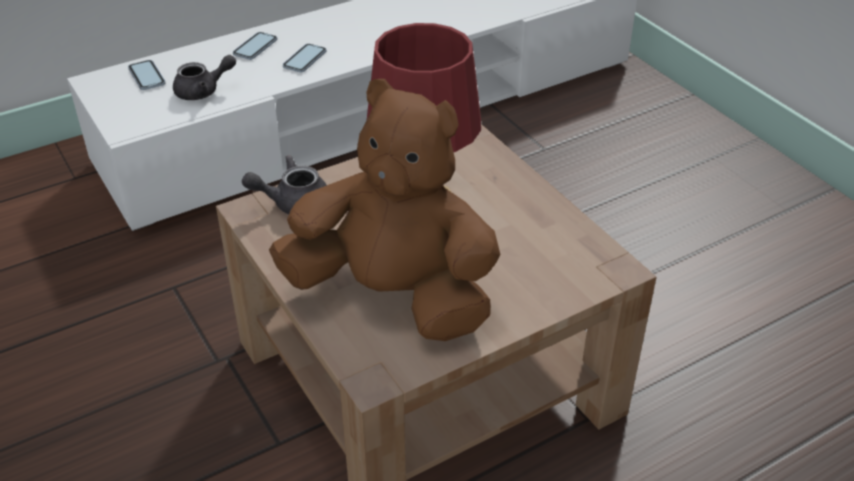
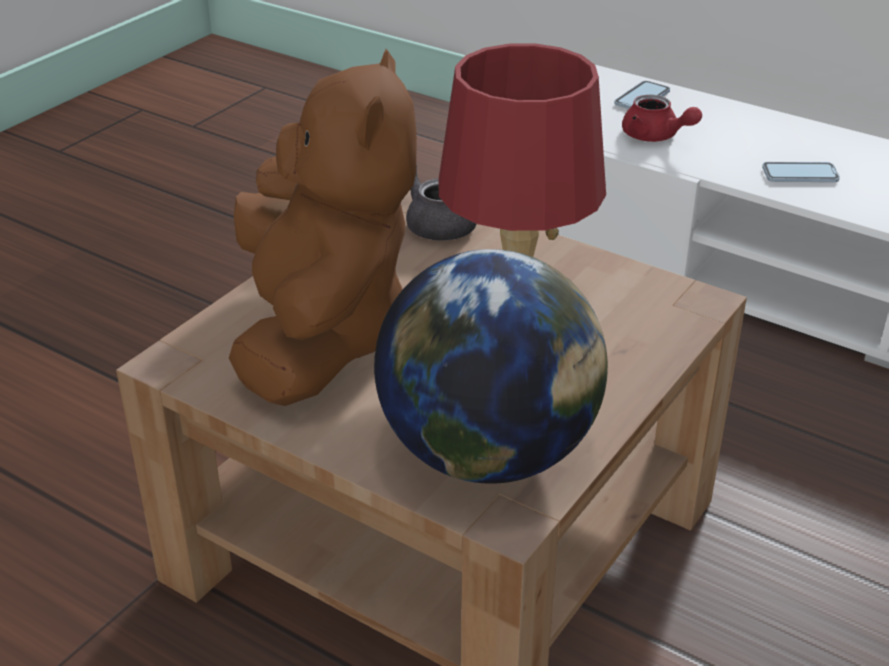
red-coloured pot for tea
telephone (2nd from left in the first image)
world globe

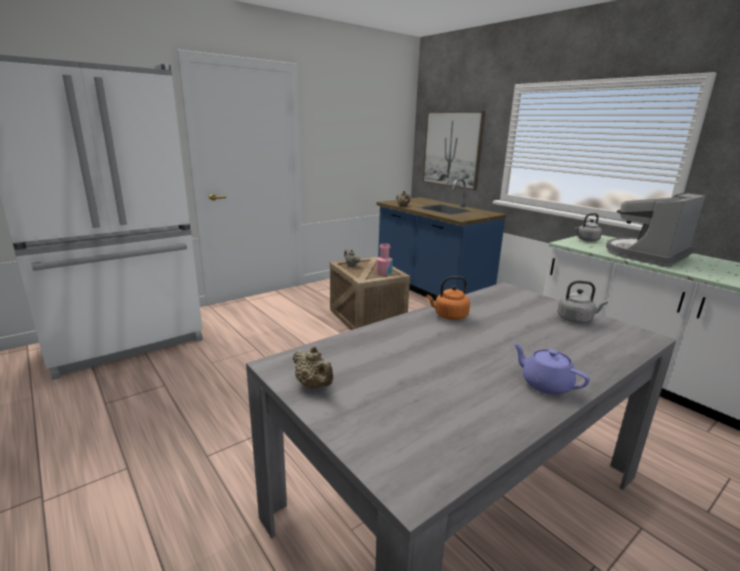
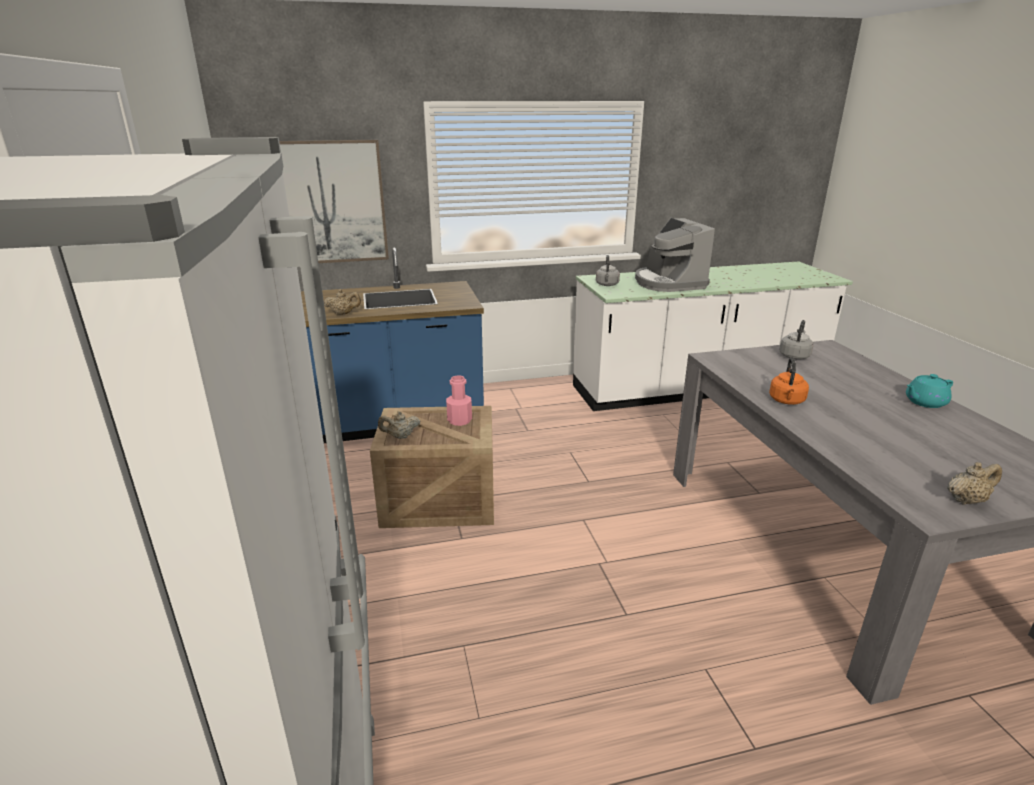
turquoise pot for tea

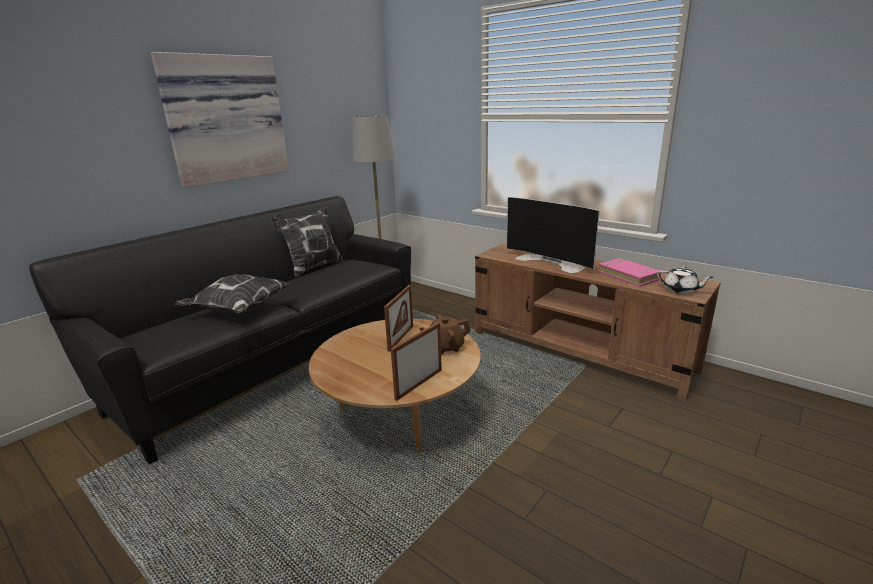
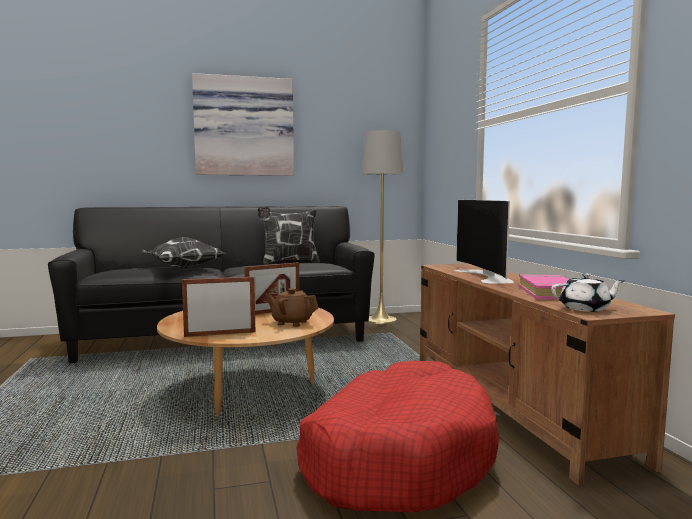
white-coloured pot for tea
red-coloured dog bed

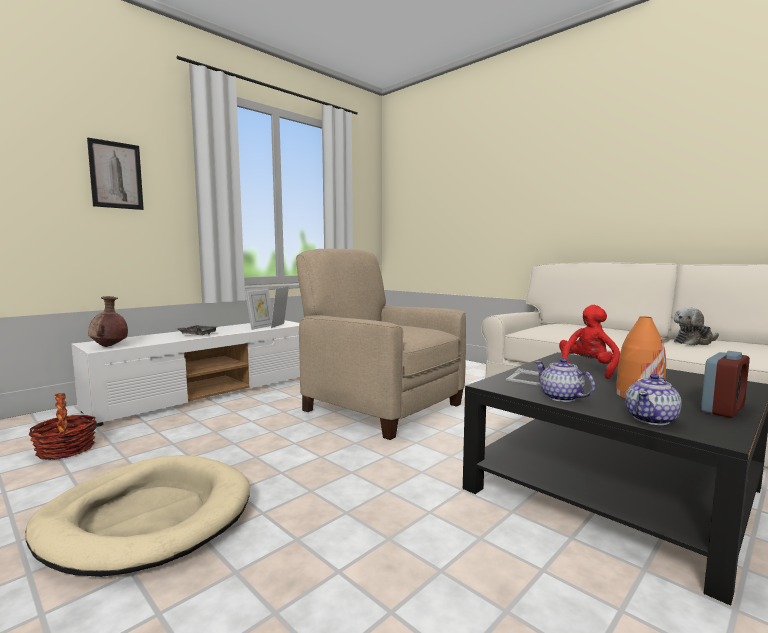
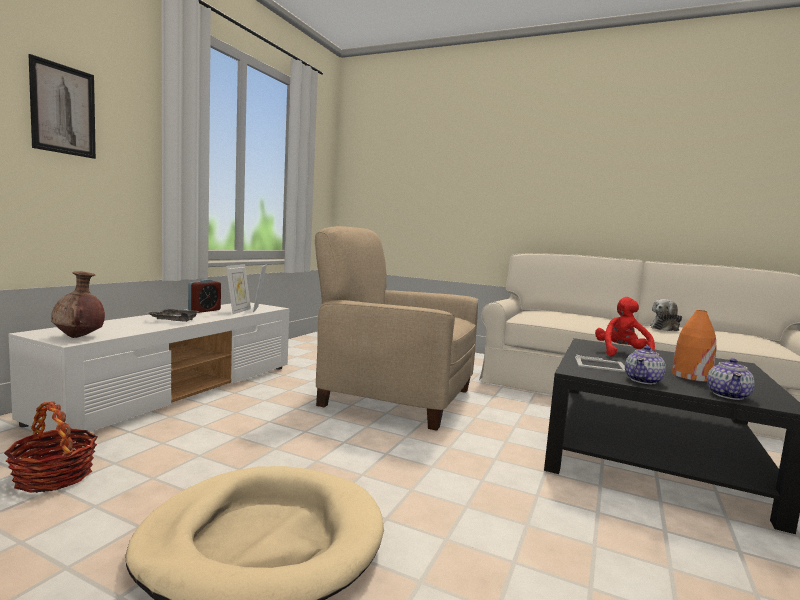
pot for tea (1st from left)
table clock

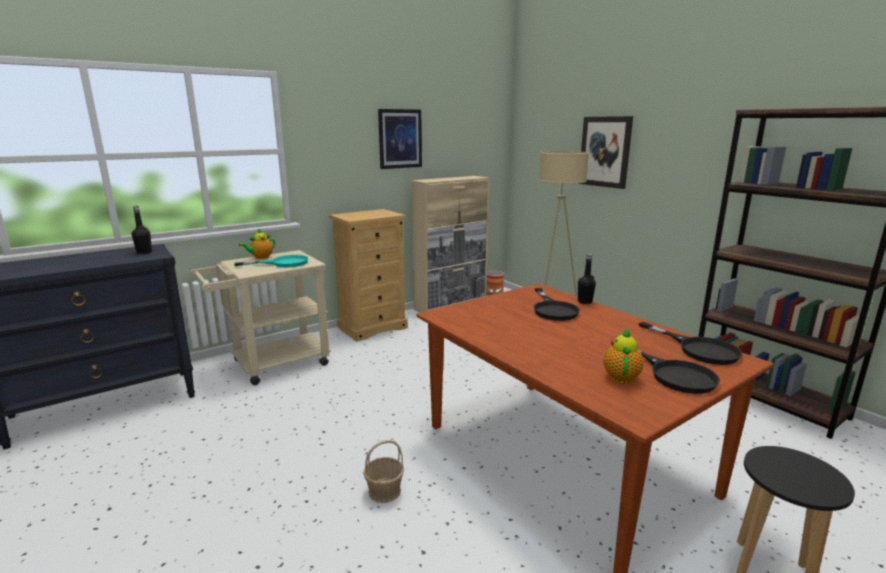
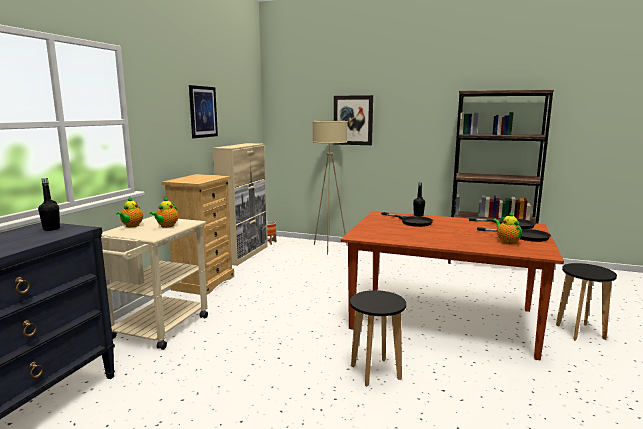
pot for tea (2nd from left)
black-coloured stool seat (1st from left)

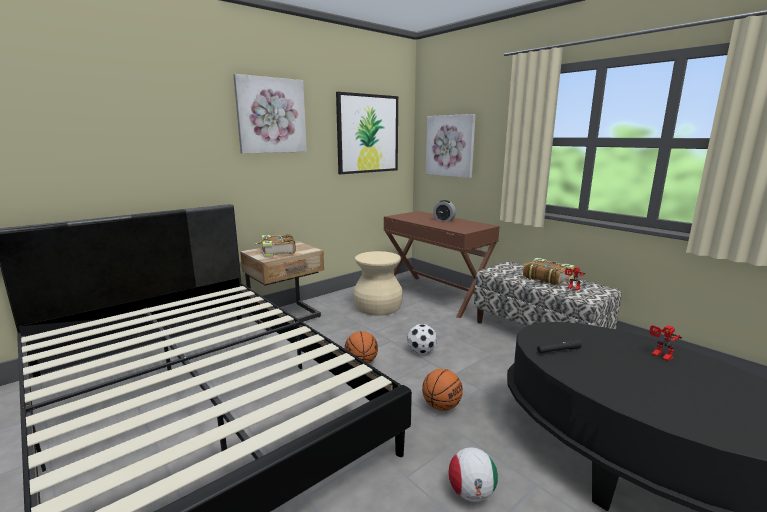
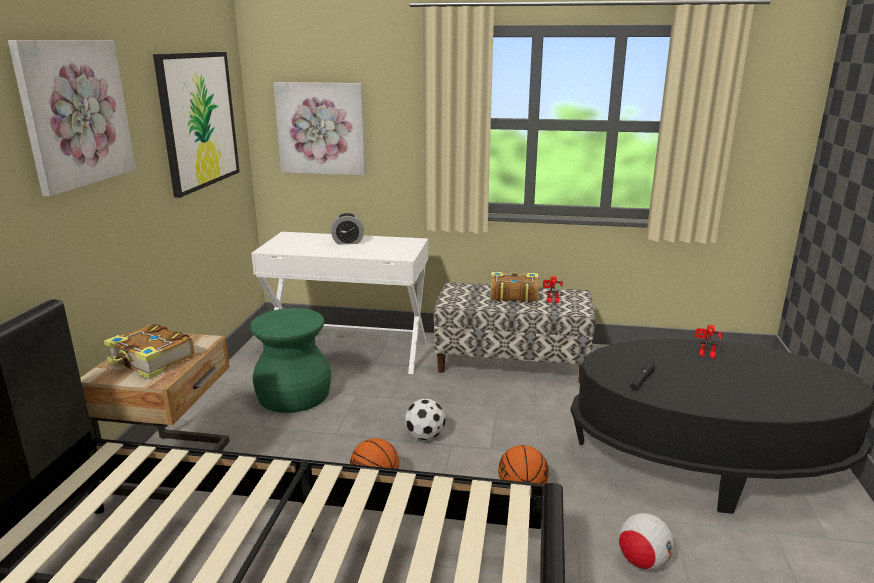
greenish stool seat
white-coloured desk table

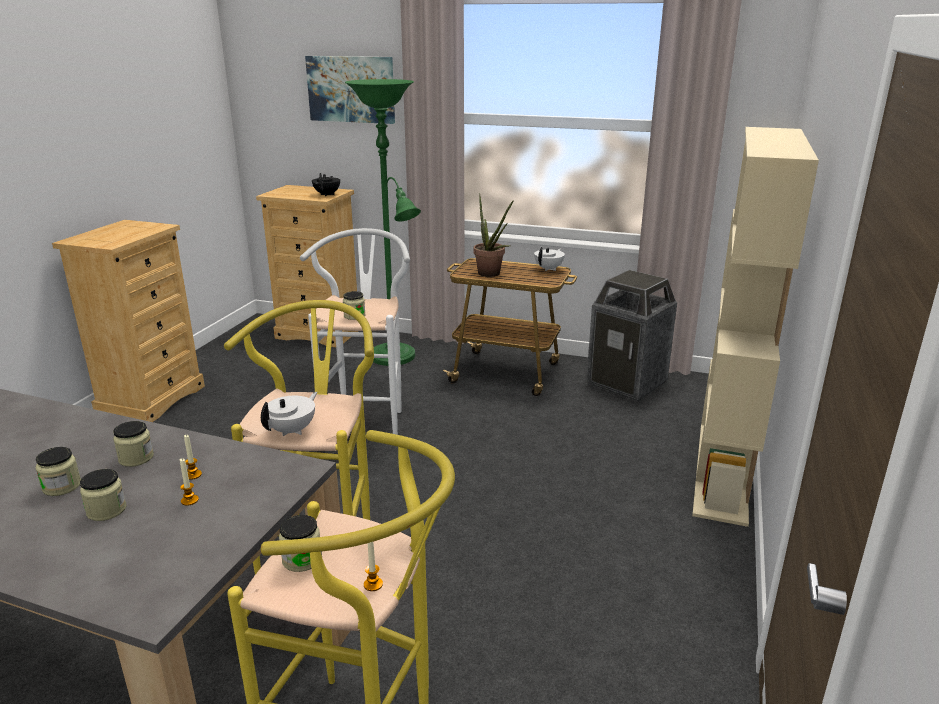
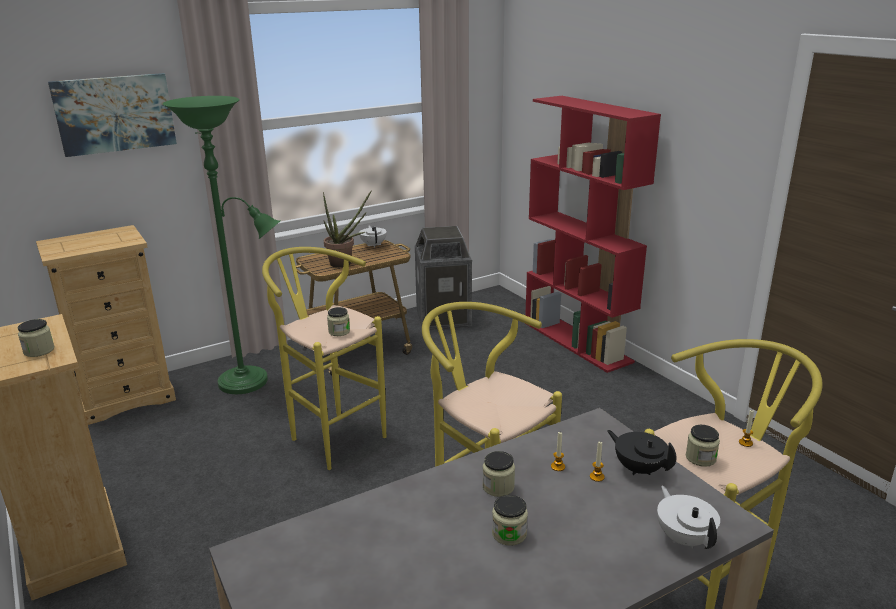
jar (1st from left)
white-coloured pot for tea (2nd from left)
yellowish stool seat (1st from left)
black-coloured pot for tea
red-coloured shelving unit

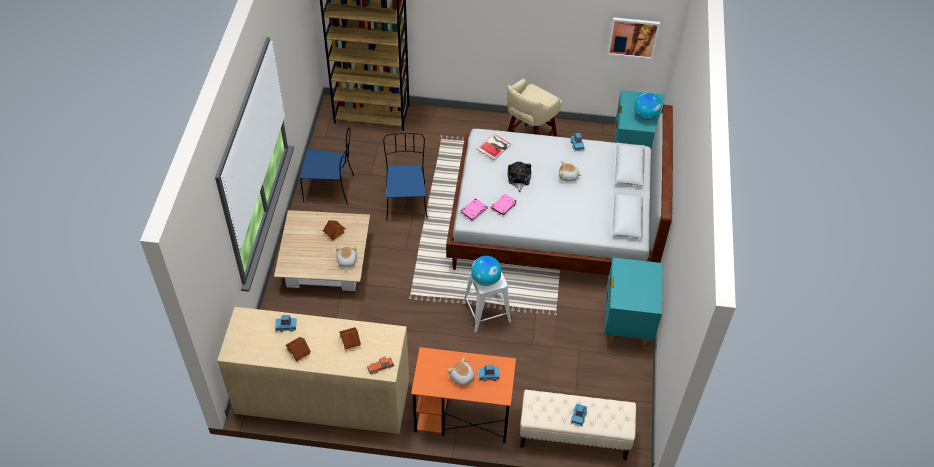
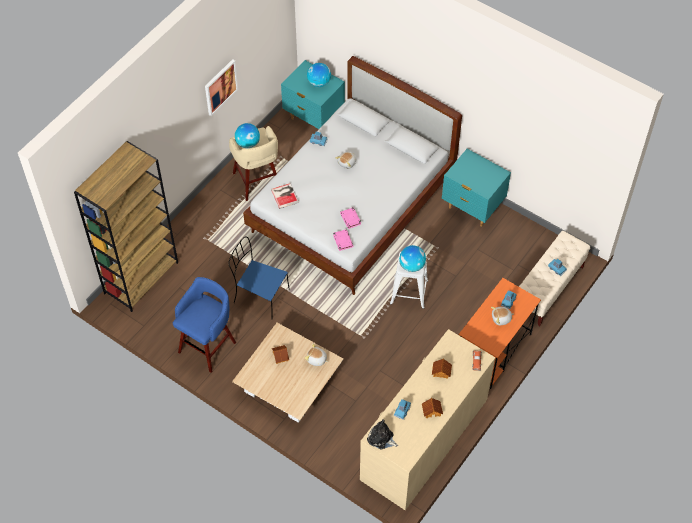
bluish stool seat
cuddly toy (3rd from left)
wall art
world globe (1st from left)

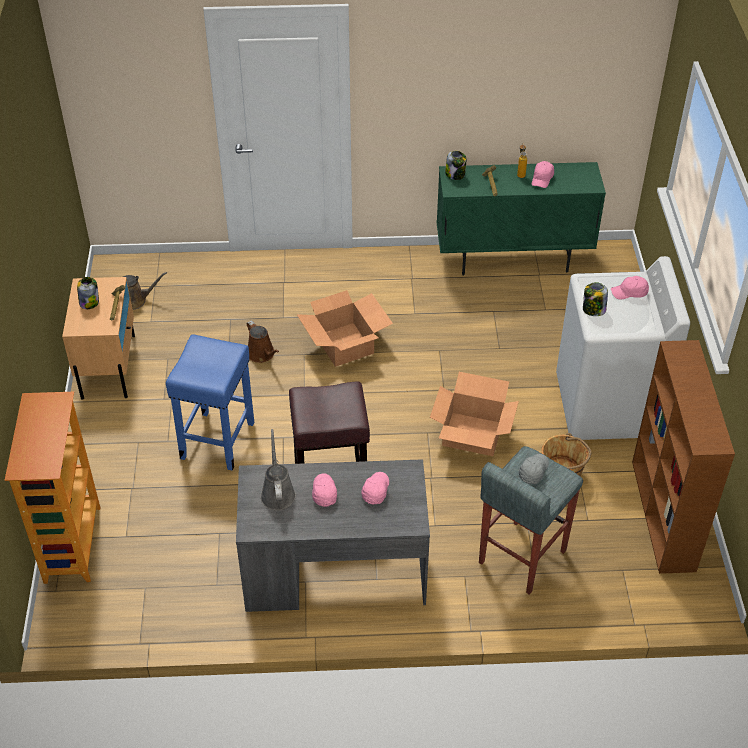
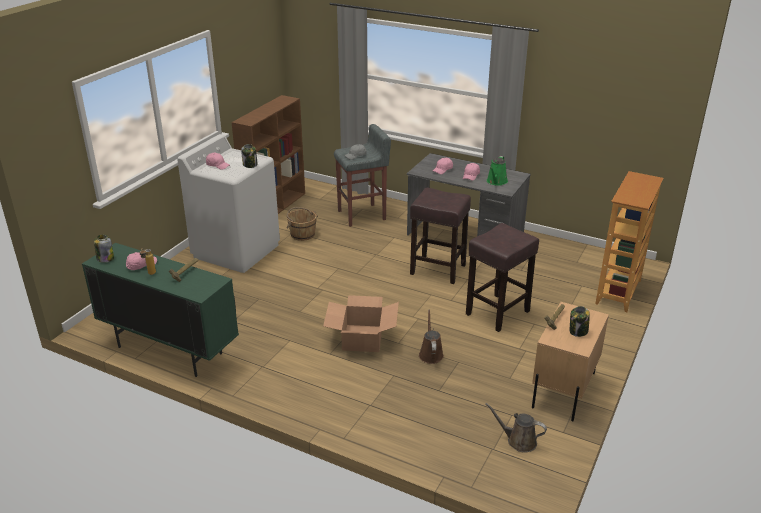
brown stool seat (2nd from left)
greenish watering can
packing box (2nd from left in the first image)
jar (1st from left)

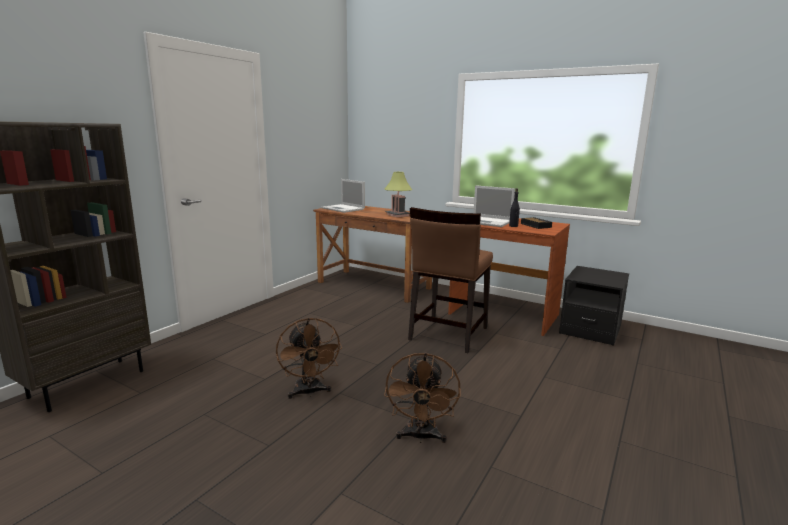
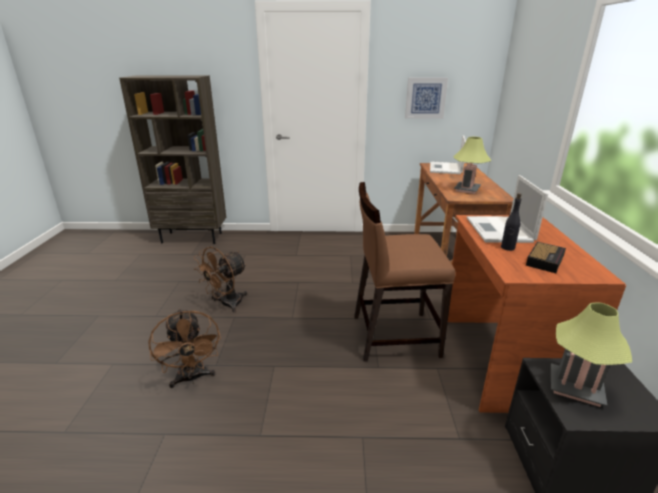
brown cooling fan (1st from left)
wall art
table lamp (2nd from left)

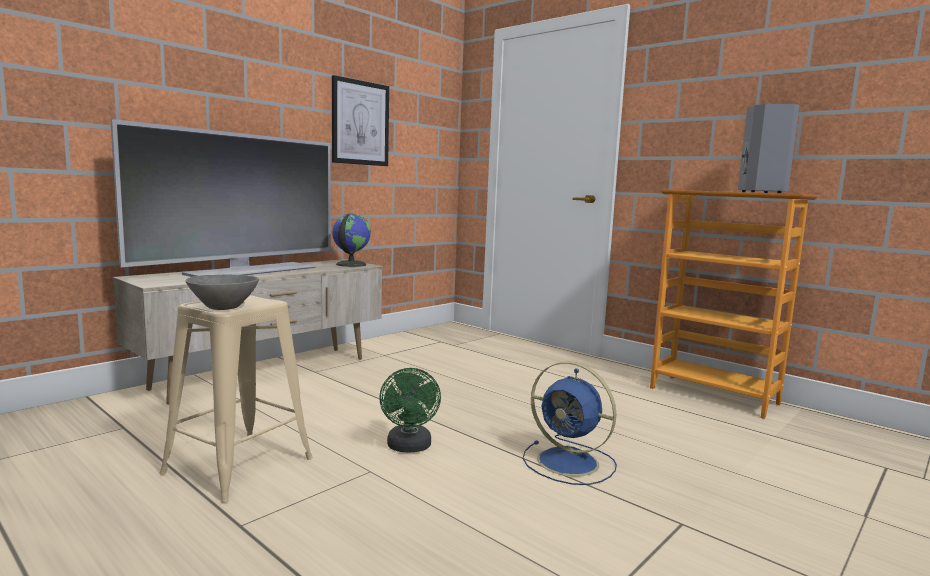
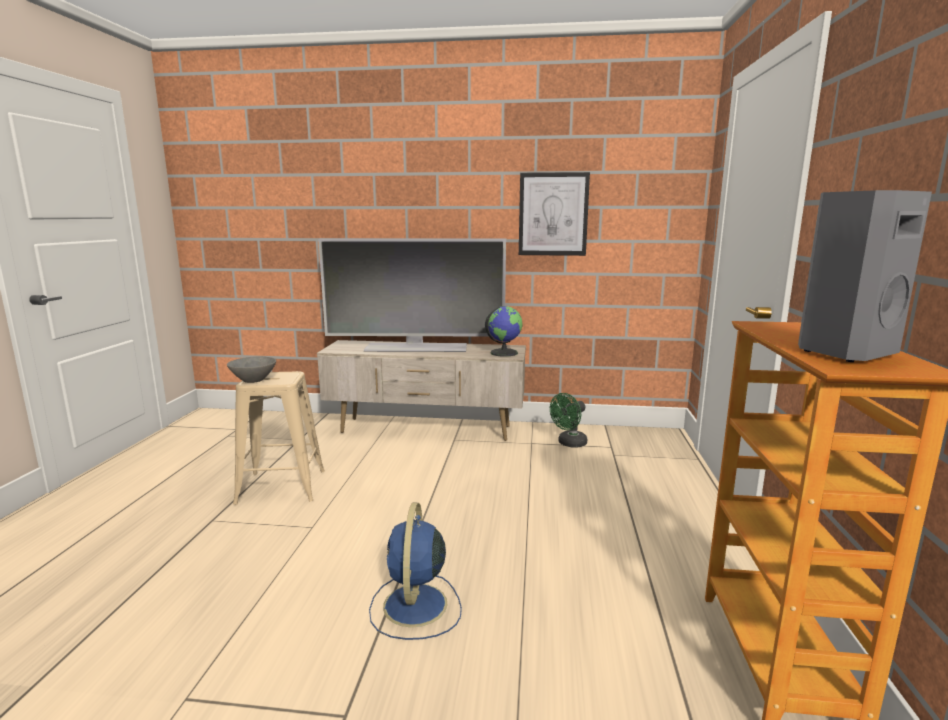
greenish cooling fan

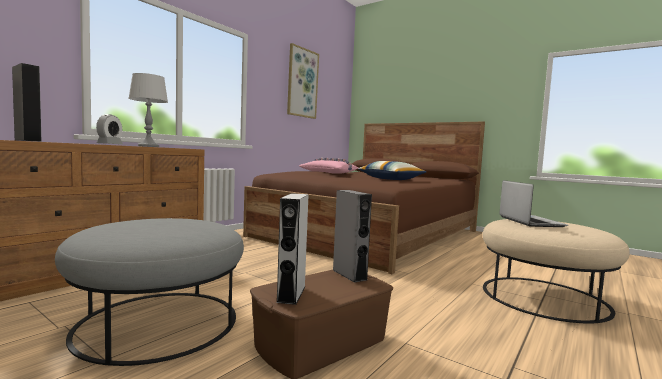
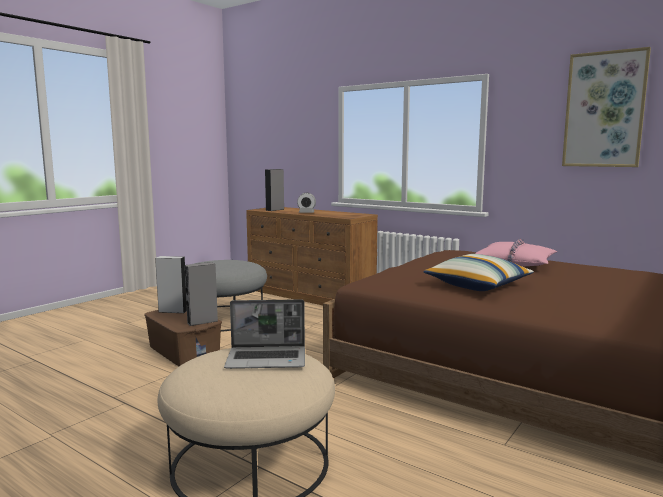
grey table lamp

